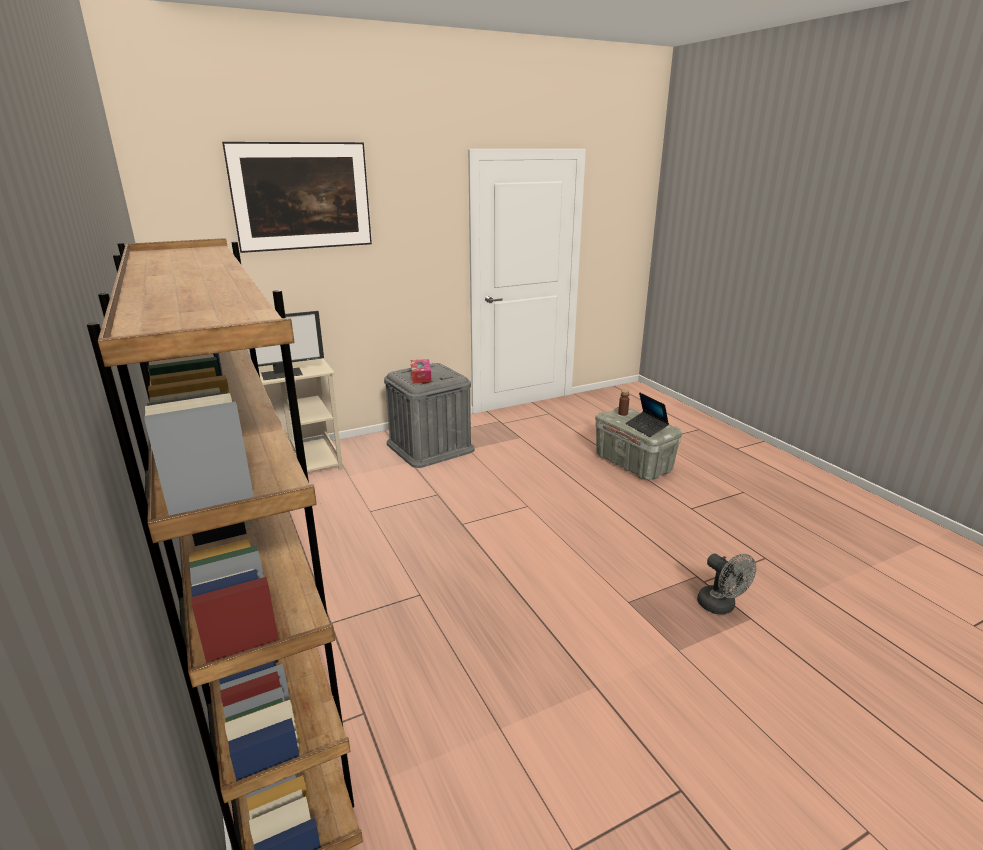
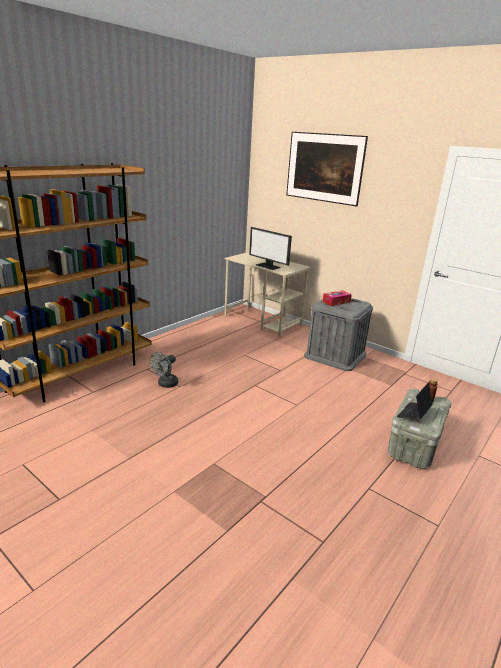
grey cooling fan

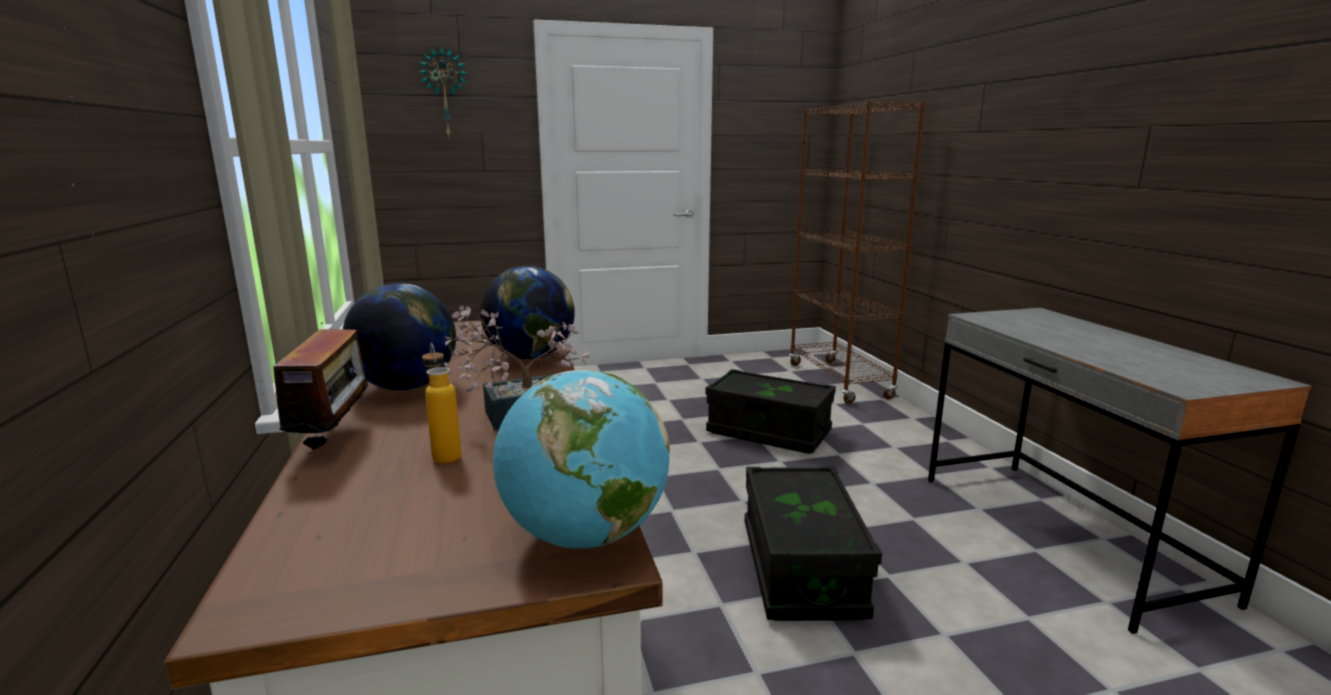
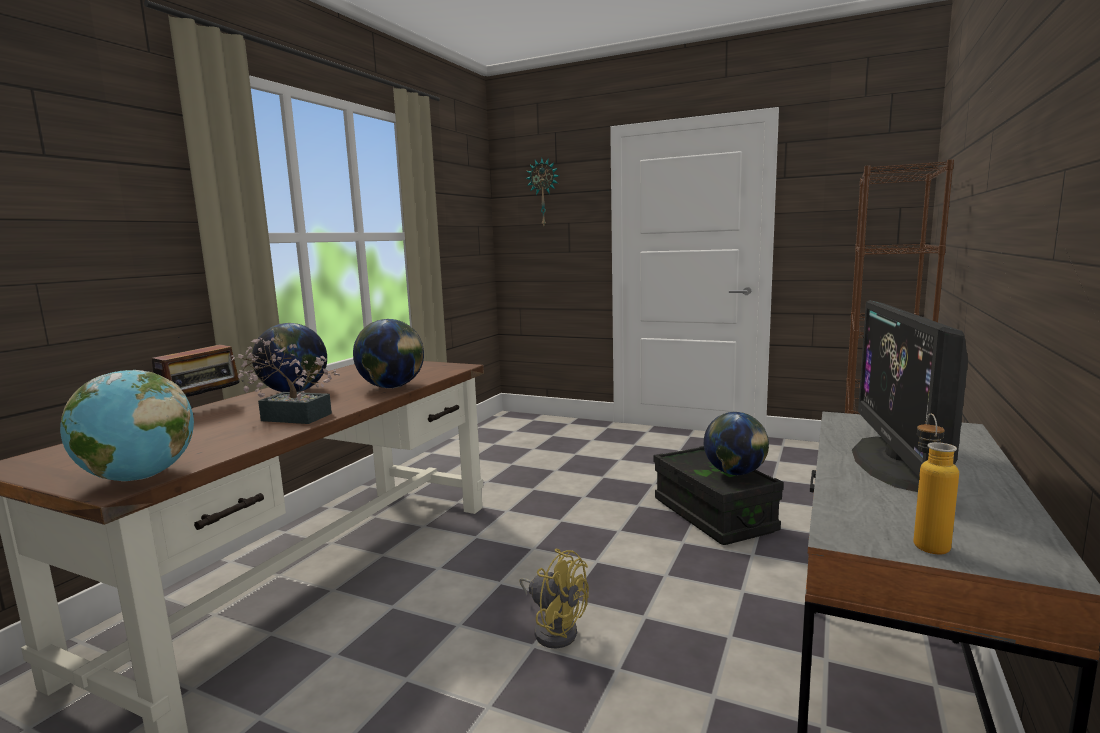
drink bottle
yellowish cooling fan
world globe (4th from left)
computer screen

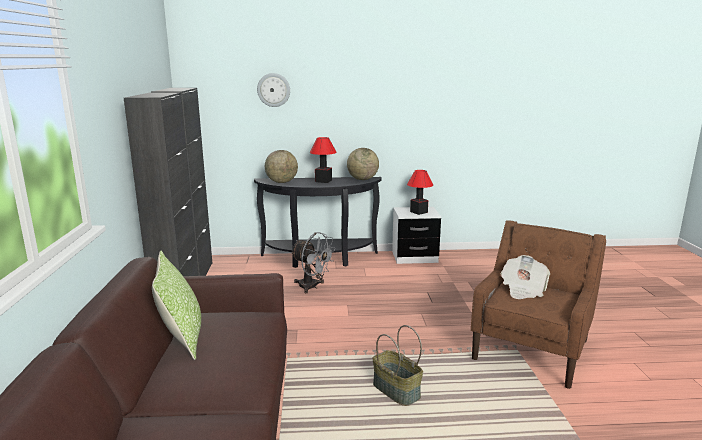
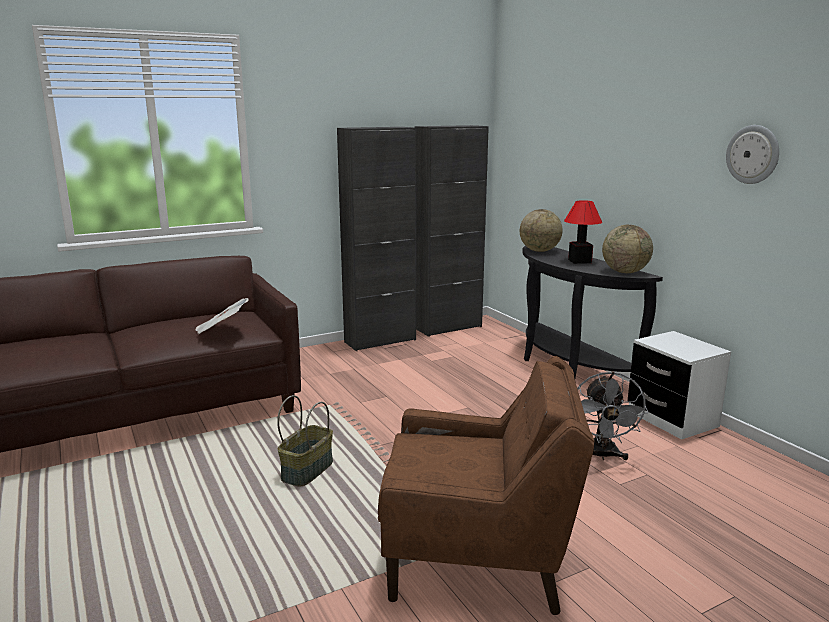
cushion
hanging clock
grey cooling fan
table lamp (2nd from left in the first image)
newspaper

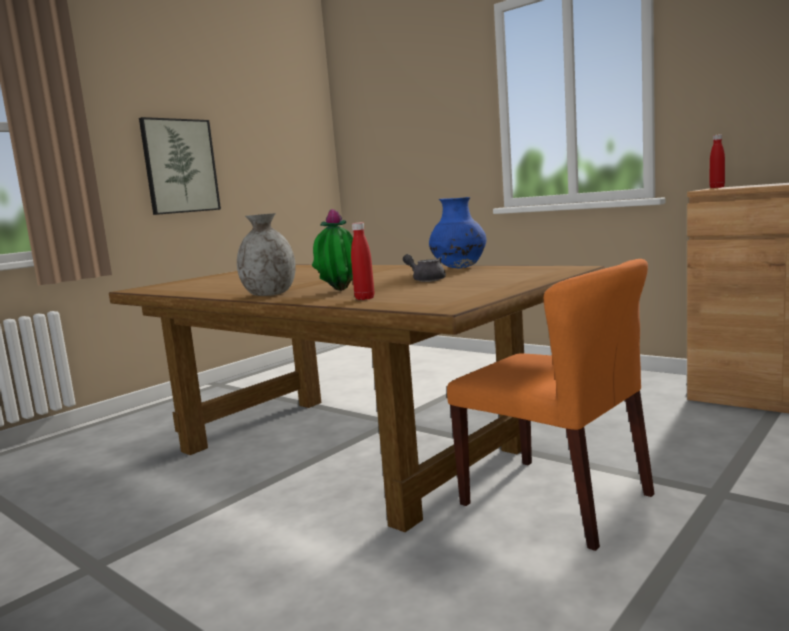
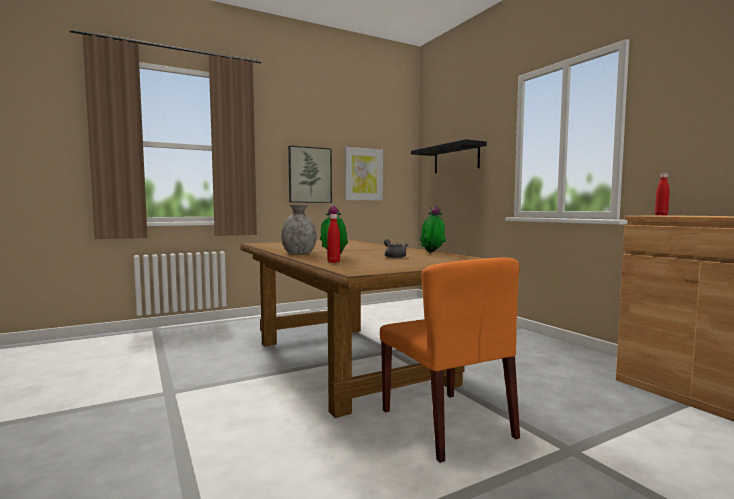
houseplant (2nd from left)
wall art (2nd from left)
black-coloured shelf

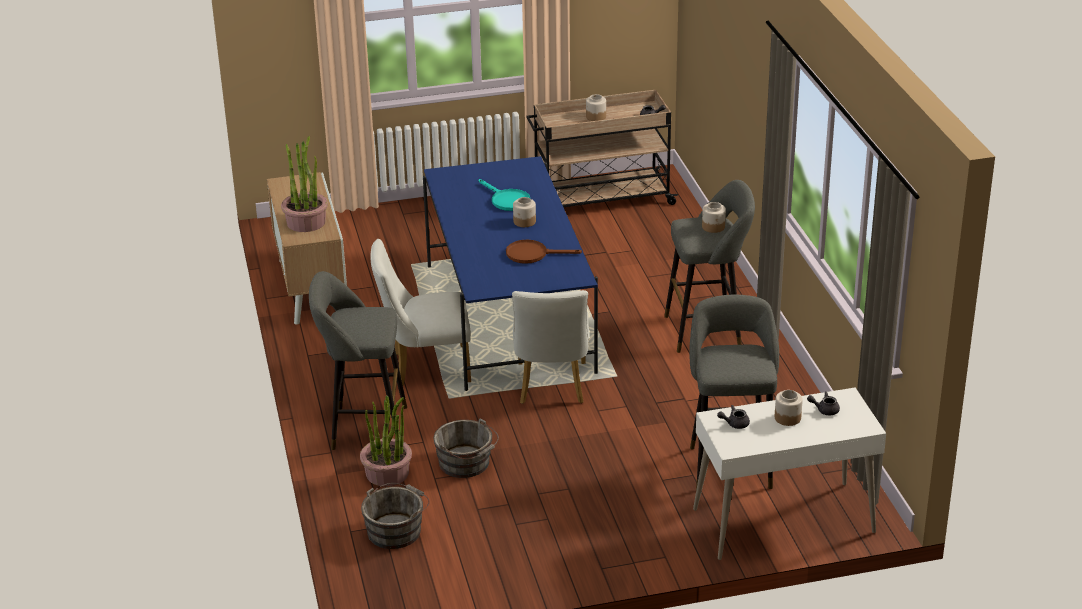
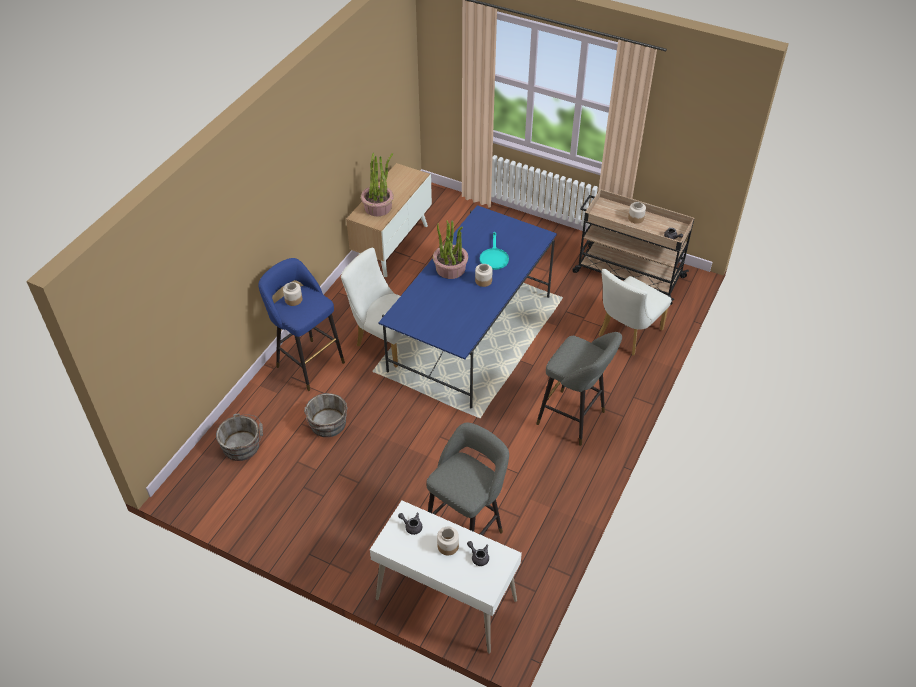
bluish stool seat
houseplant (2nd from left)
brown frying pan
white-coloured plain chair (2nd from left)
jar (1st from left)

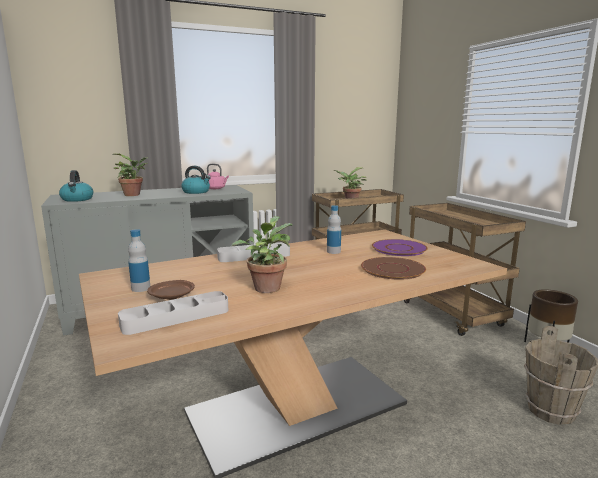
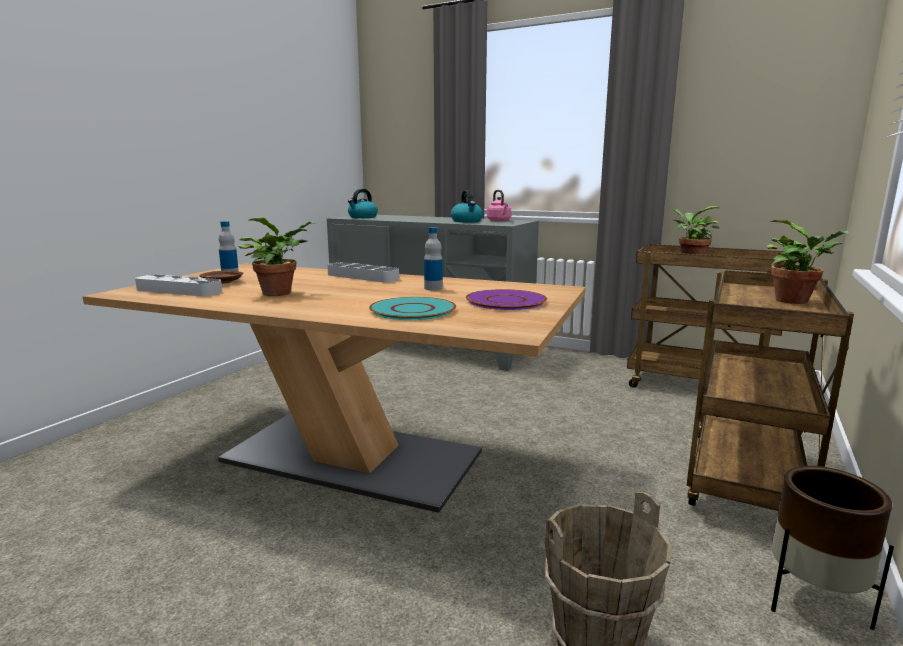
houseplant (3rd from left)
turquoise dinner plate

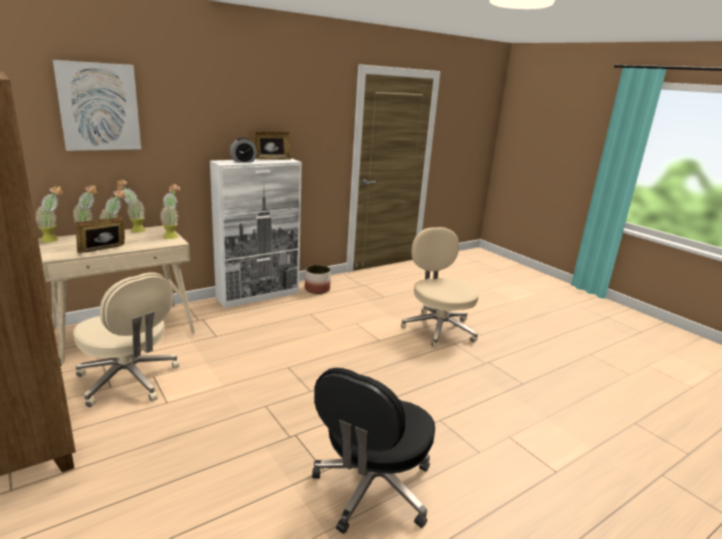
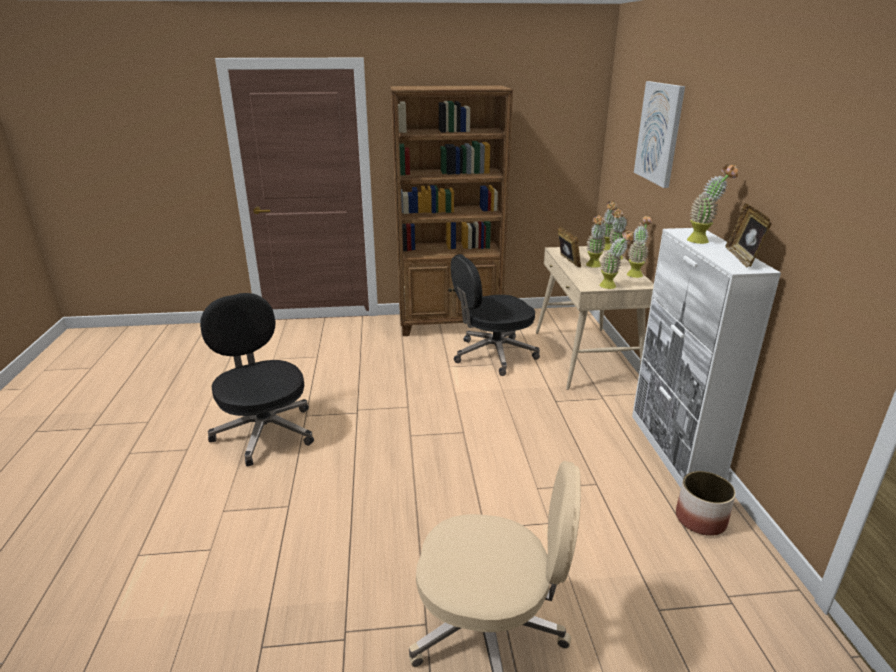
black-coloured computer chair (2nd from left)
houseplant (6th from left)

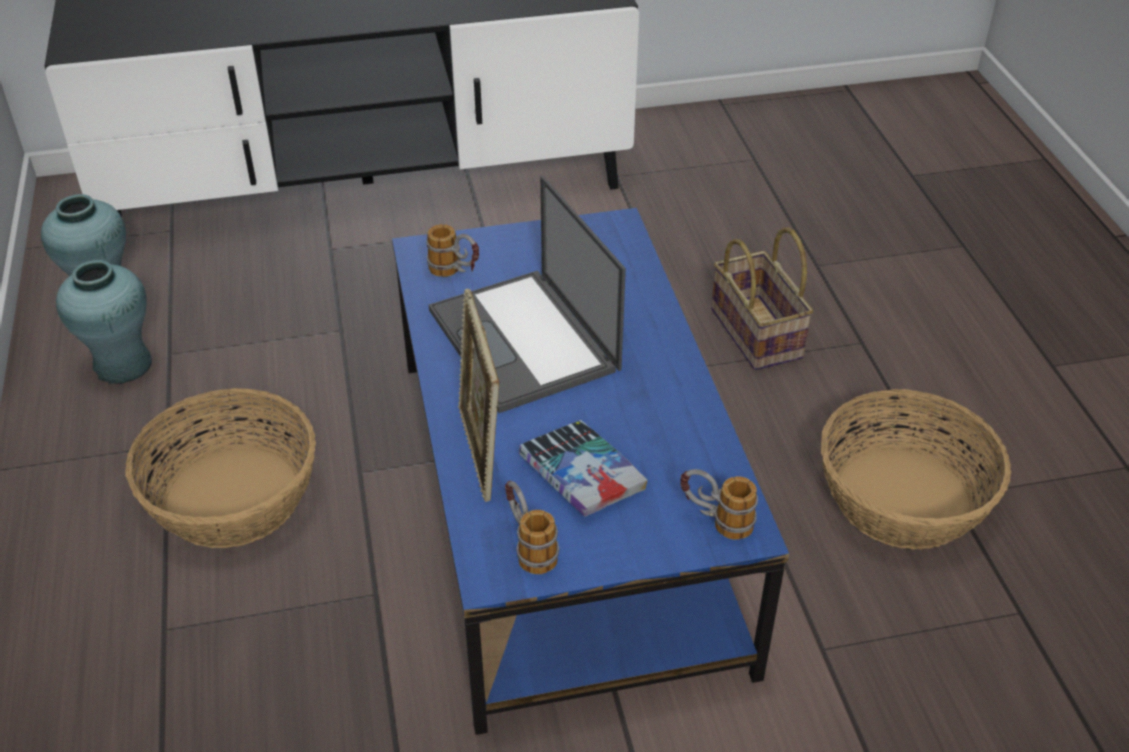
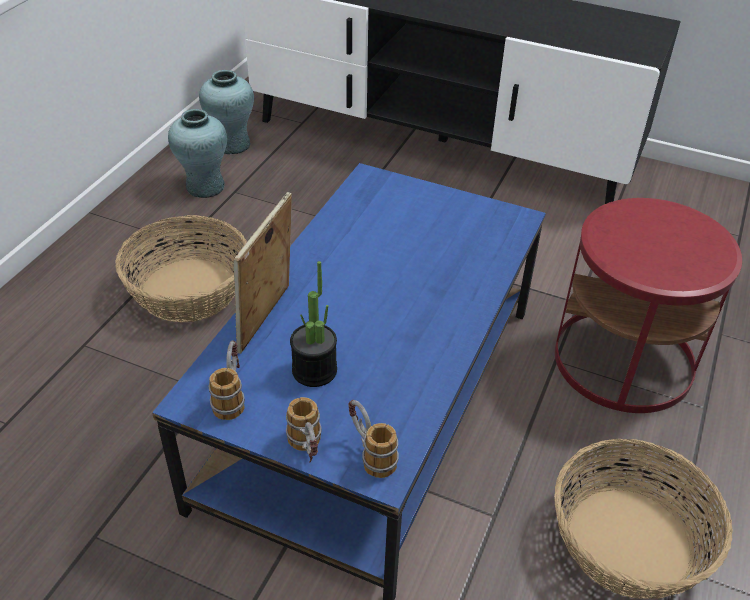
coffee mug (2nd from left)
notebook computer
houseplant
red-coloured end table

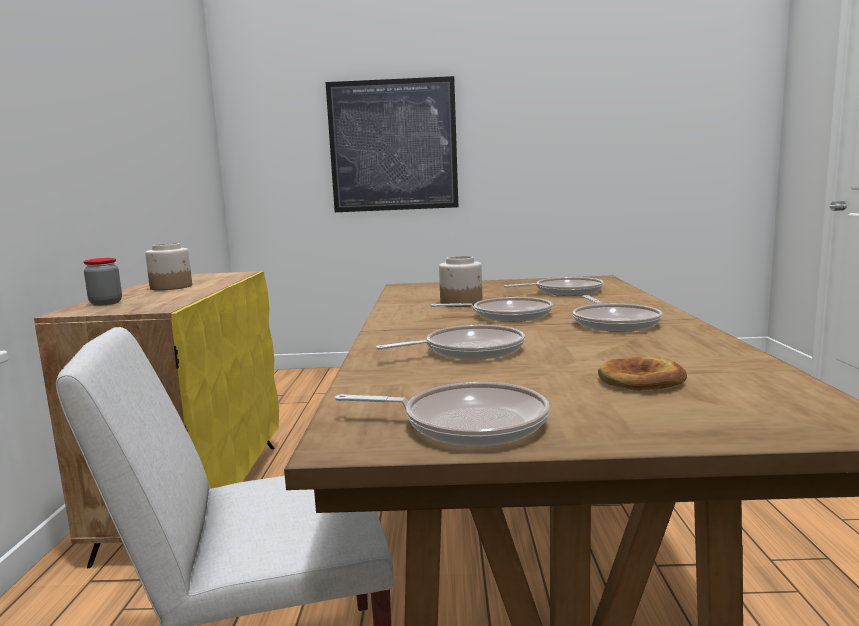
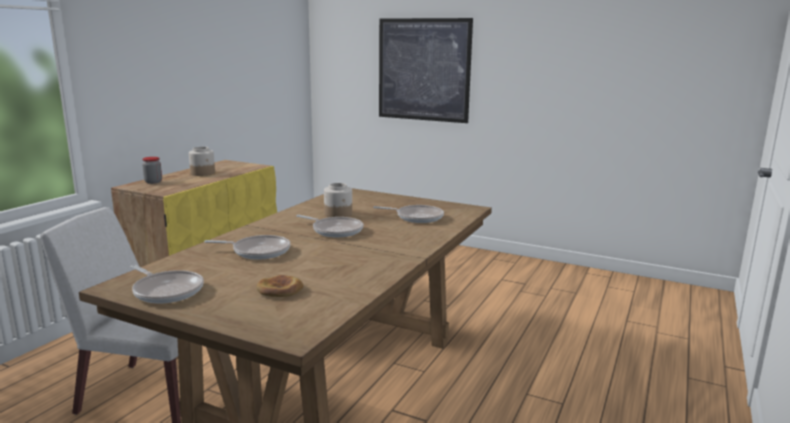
frying pan (5th from left in the first image)

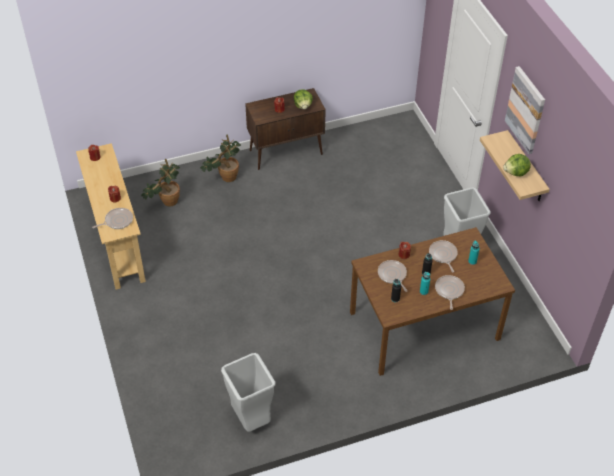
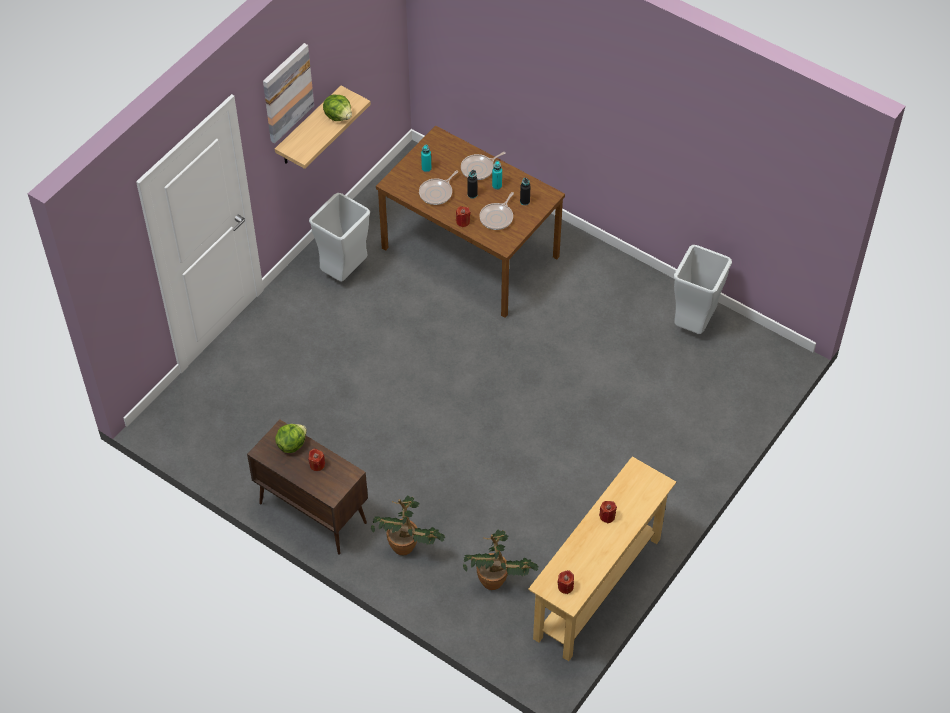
frying pan (1st from left in the first image)

